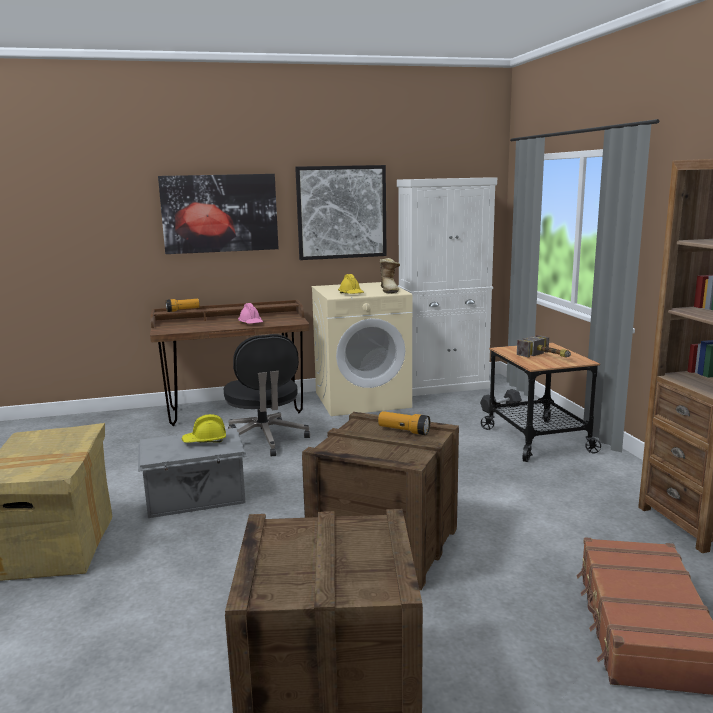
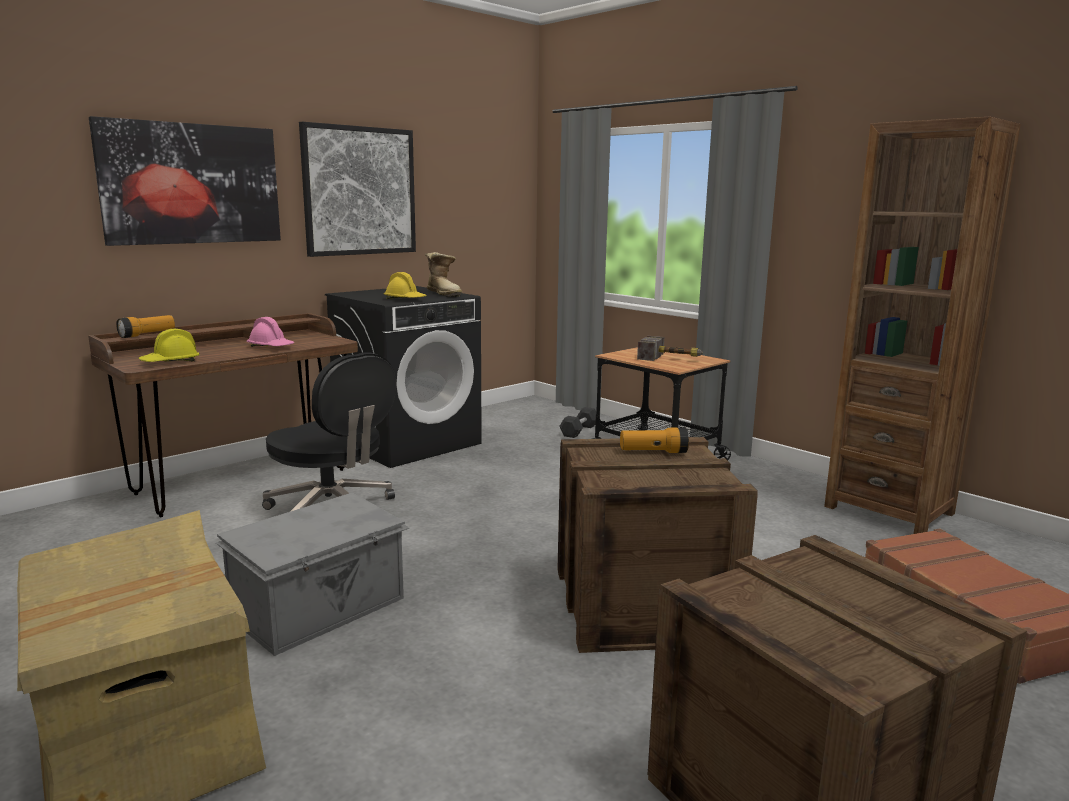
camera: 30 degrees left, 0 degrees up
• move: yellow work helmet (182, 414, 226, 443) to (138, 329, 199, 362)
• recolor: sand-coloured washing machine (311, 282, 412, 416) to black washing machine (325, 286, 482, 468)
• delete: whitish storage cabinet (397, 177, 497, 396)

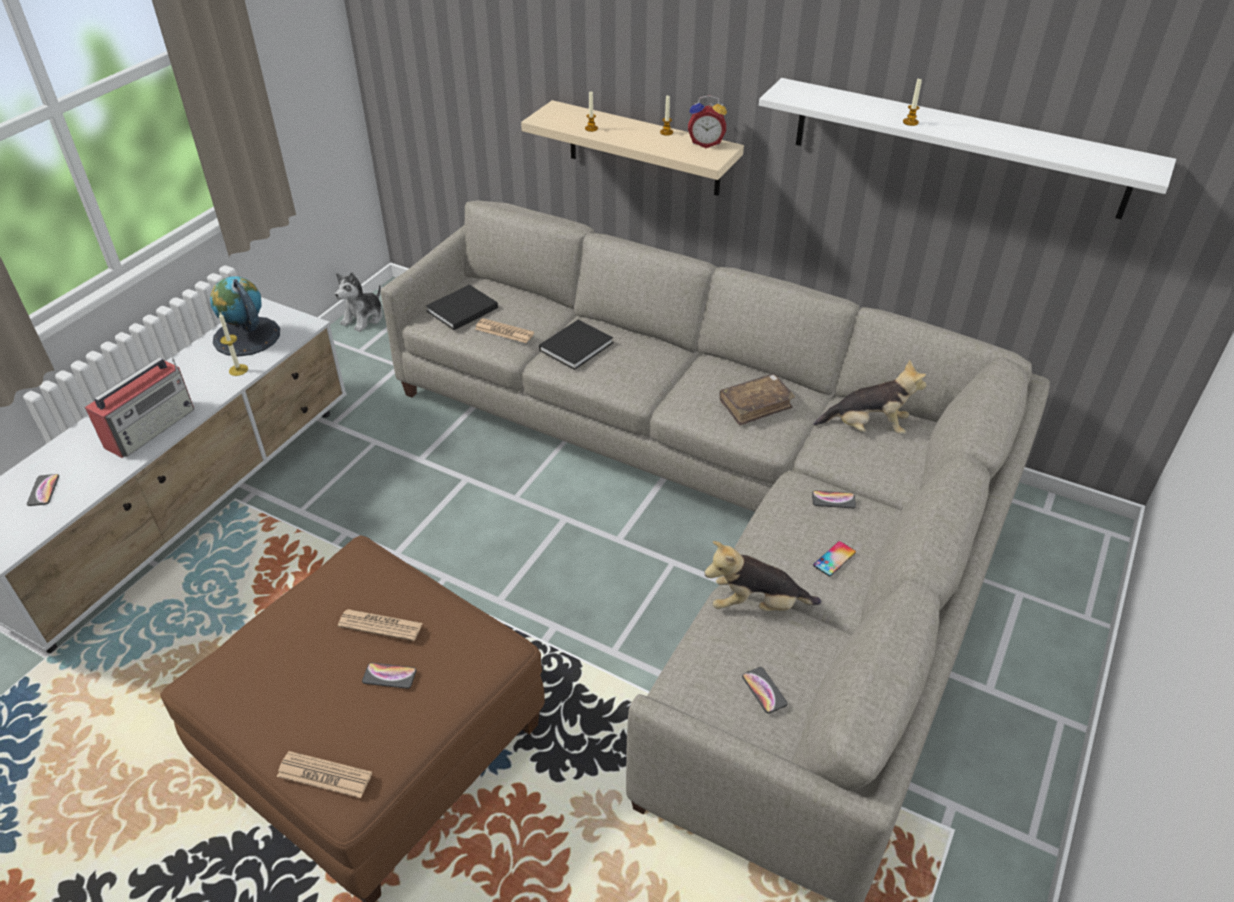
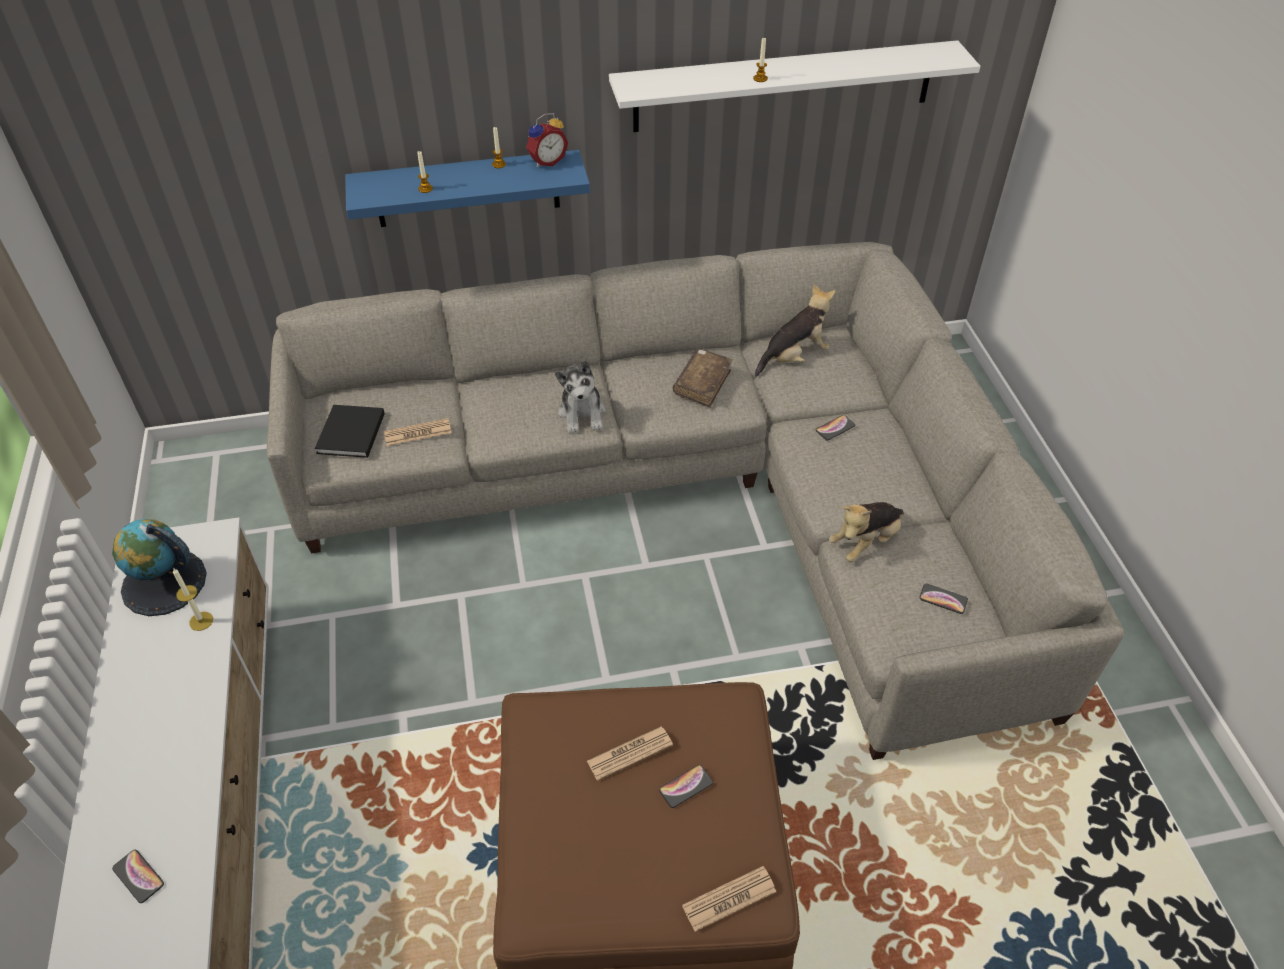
camera: 40 degrees left, 5 degrees up
• recolor: sand-coloured bracket shelf (521, 100, 744, 196) to blue bracket shelf (345, 150, 590, 227)
• move: soft toy (335, 272, 383, 332) to (555, 360, 606, 433)
• delete: radio receiver (85, 357, 194, 458)
• delete: black book (539, 320, 613, 370)
• delete: phone (813, 541, 856, 576)

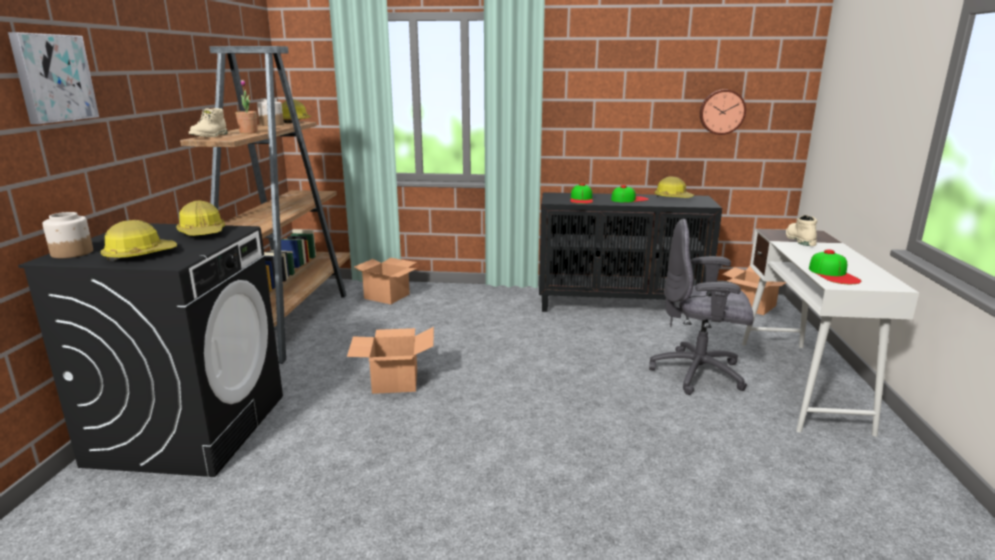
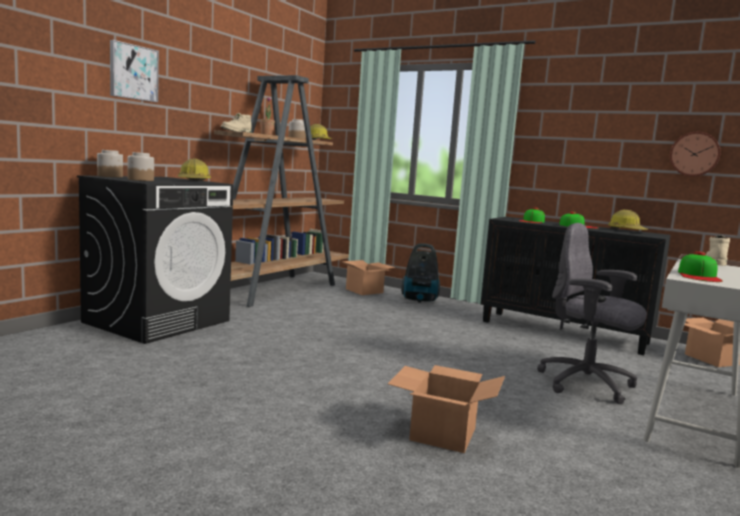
camera: 25 degrees right, 10 degrees down
• replace: work helmet (101, 220, 177, 262) to preserve jar (128, 152, 154, 181)
• move: packing box (347, 327, 434, 394) to (388, 365, 505, 453)
• insert: vacuum (401, 243, 440, 303)

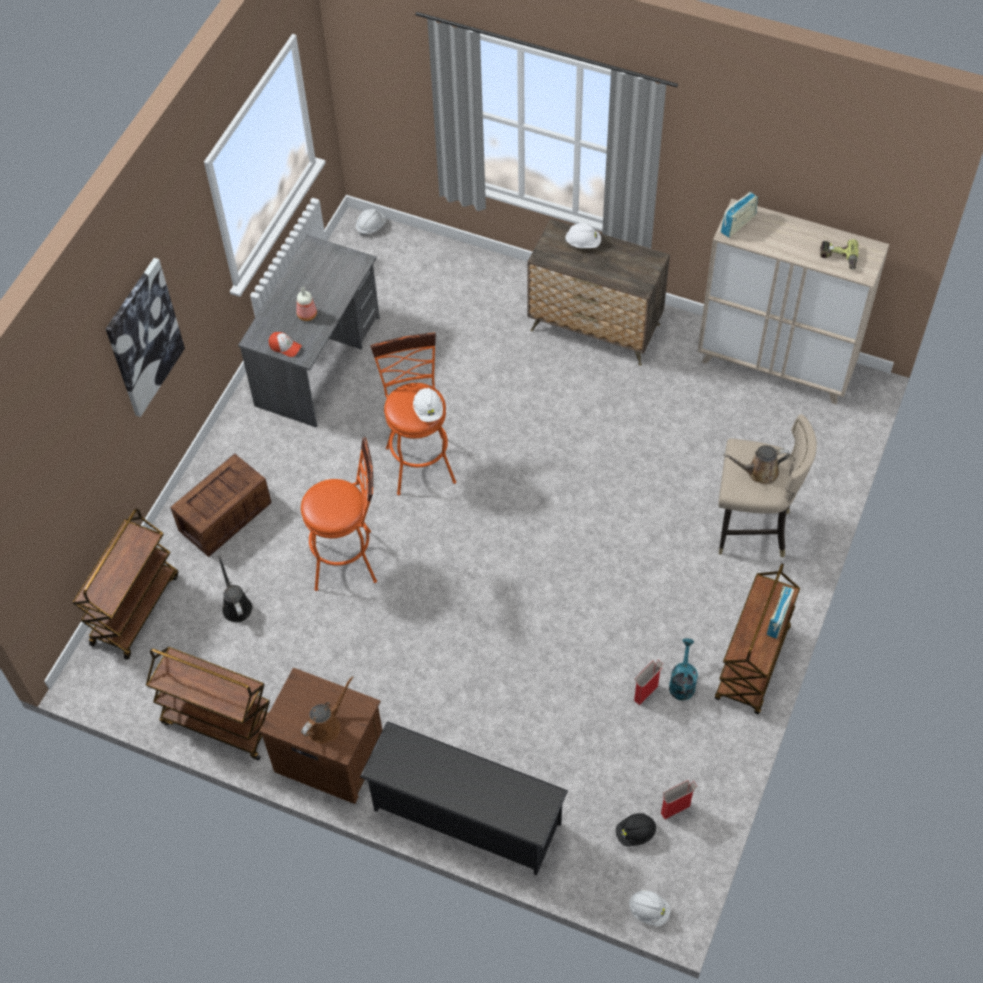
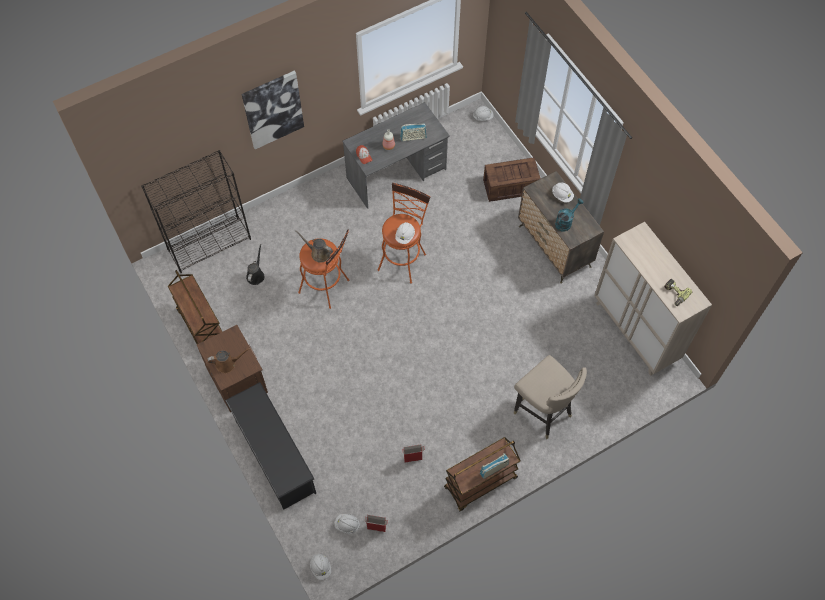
camera: 35 degrees right, 5 degrees up
• replace: brownish cart (73, 508, 178, 660) to black bookcase (141, 150, 251, 273)
• move: brownish sprinkling can (723, 445, 790, 484) to (295, 230, 333, 263)
• recolor: black work helmet (616, 813, 656, 847) to whitish work helmet (335, 514, 360, 534)
• move: radio receiver (720, 192, 758, 238) to (400, 124, 427, 141)
• move: shipping crate (170, 454, 272, 557) to (483, 157, 541, 202)
• move: turquoise sprinkling can (669, 638, 698, 701) to (555, 198, 584, 231)

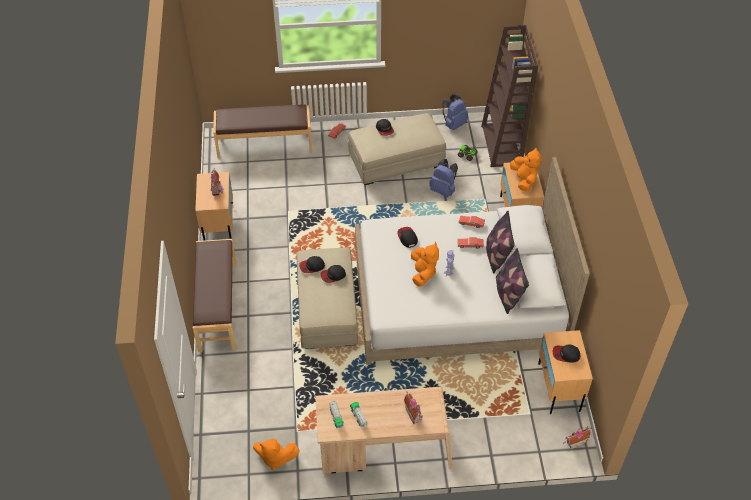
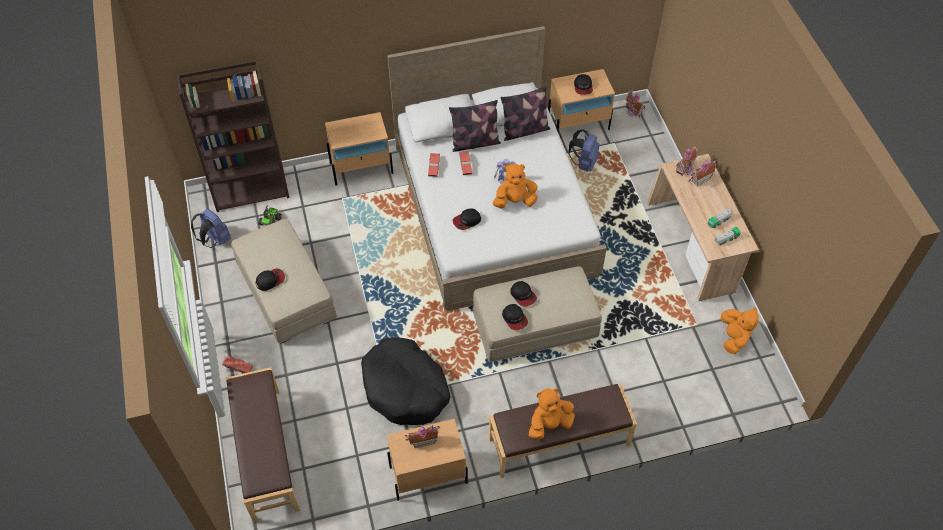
camera: 100 degrees left, 5 degrees up
• insert: black dog bed (361, 337, 451, 425)
• move: orange soft toy (510, 147, 541, 191) to (529, 388, 575, 440)
• move: blue rucksack (429, 159, 458, 197) to (569, 129, 600, 171)
• insert: miniature house (676, 146, 697, 176)

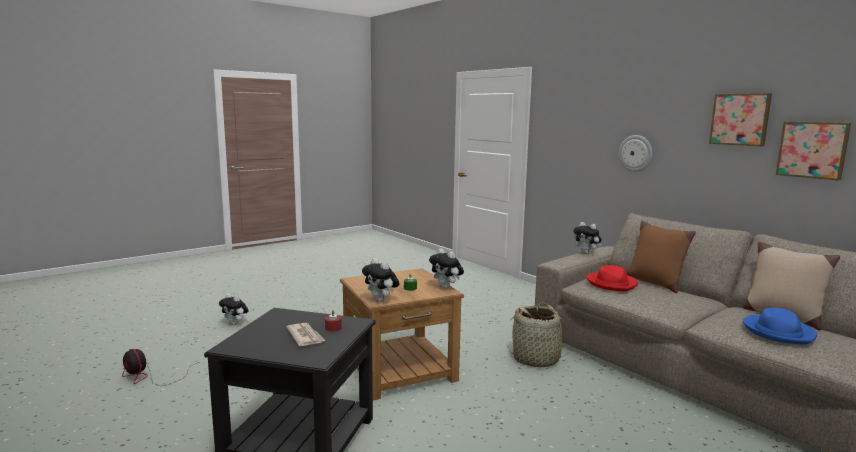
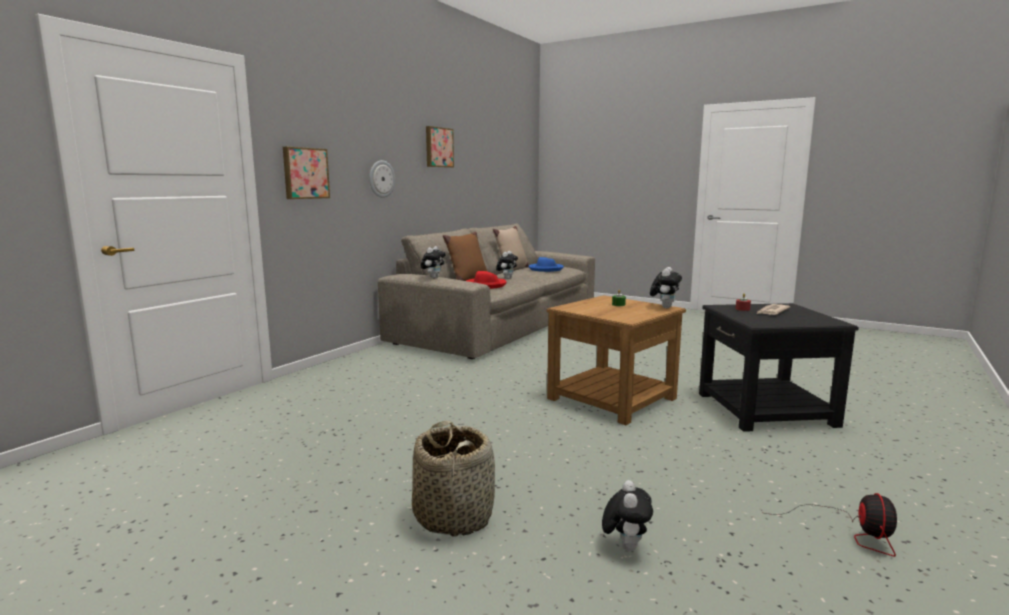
camera: 110 degrees left, 0 degrees up
• move: wall art (776, 121, 851, 181) to (283, 147, 330, 199)
• move: household basket (506, 302, 573, 368) to (412, 421, 495, 537)
• move: soft toy (429, 248, 464, 289) to (496, 251, 518, 279)

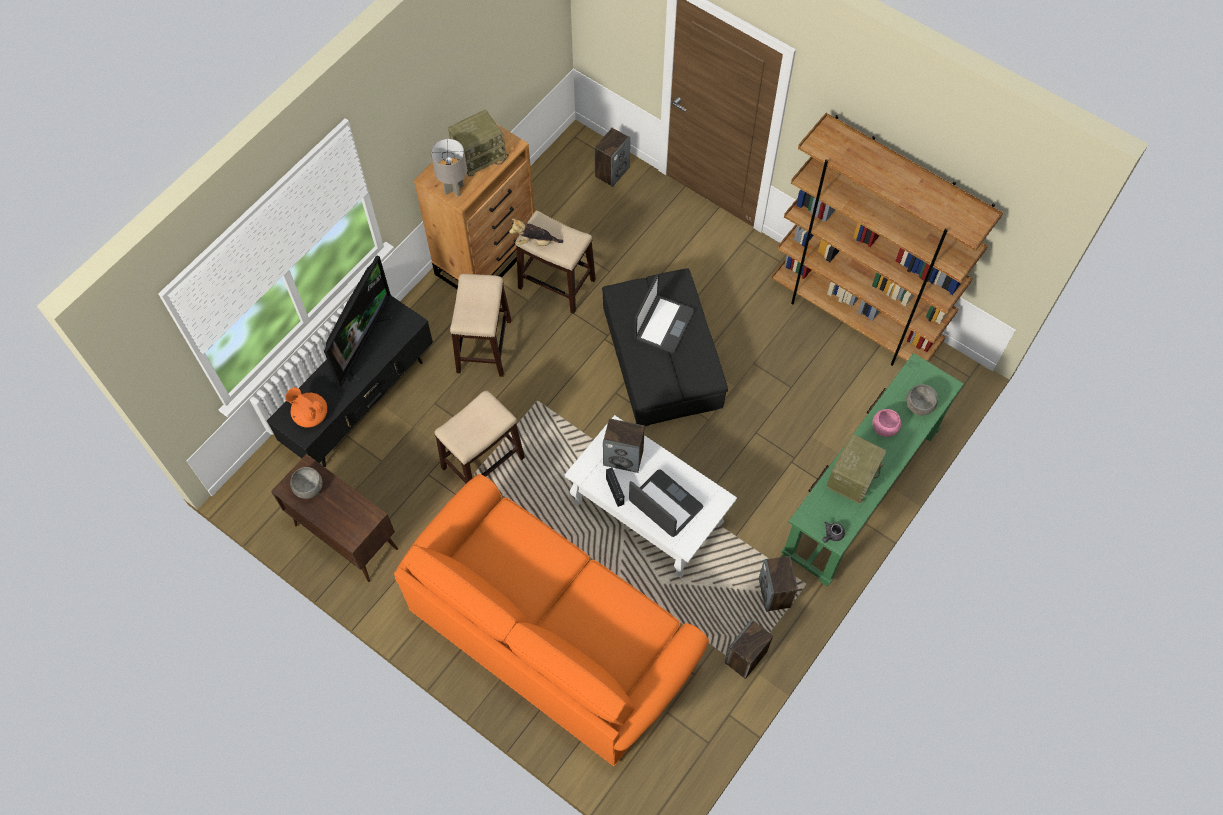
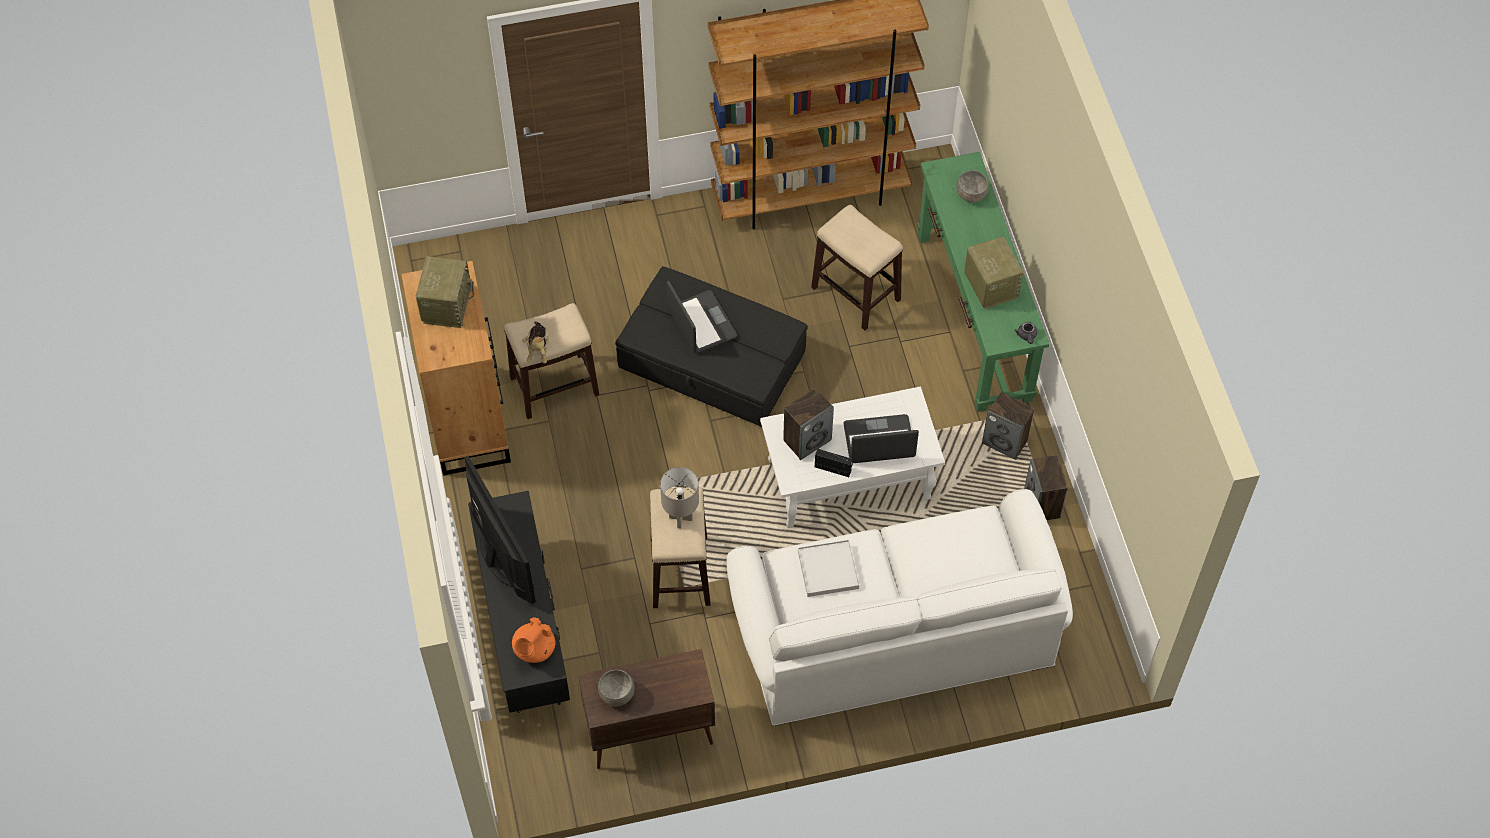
camera: 50 degrees left, 5 degrees down
• rotate: orange tea pot (285, 388, 327, 428) = (512, 617, 555, 663) 45 degrees counterclockwise
• rotate: soft toy (509, 219, 564, 246) = (522, 322, 549, 364) 45 degrees counterclockwise
• move: gray table lamp (431, 139, 467, 197) to (660, 467, 699, 529)
• recolor: orange couch (394, 474, 709, 766) to whitish couch (727, 489, 1073, 726)
• insert: whitish serving tray (798, 540, 859, 597)
• move: stool (450, 274, 511, 377) to (811, 205, 903, 331)
• delete: audio speaker (594, 128, 630, 187)
• delete: pinkish serving bowl (872, 409, 901, 437)

